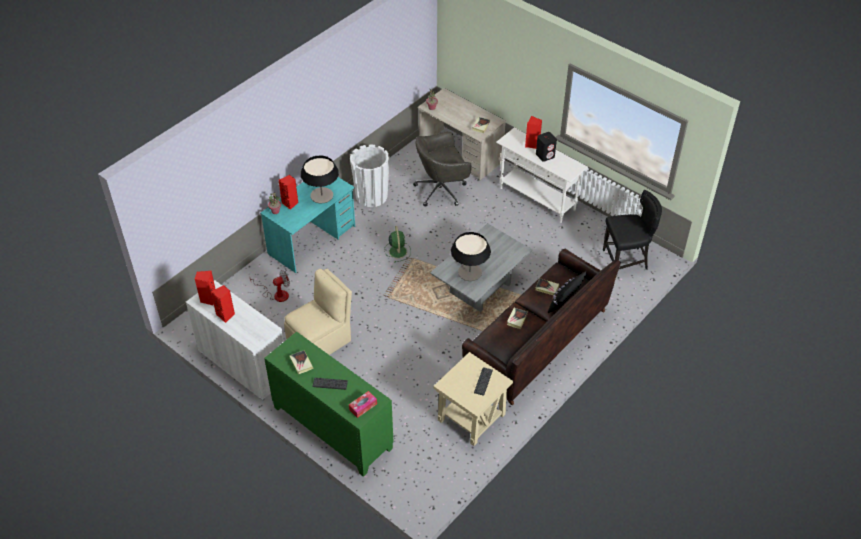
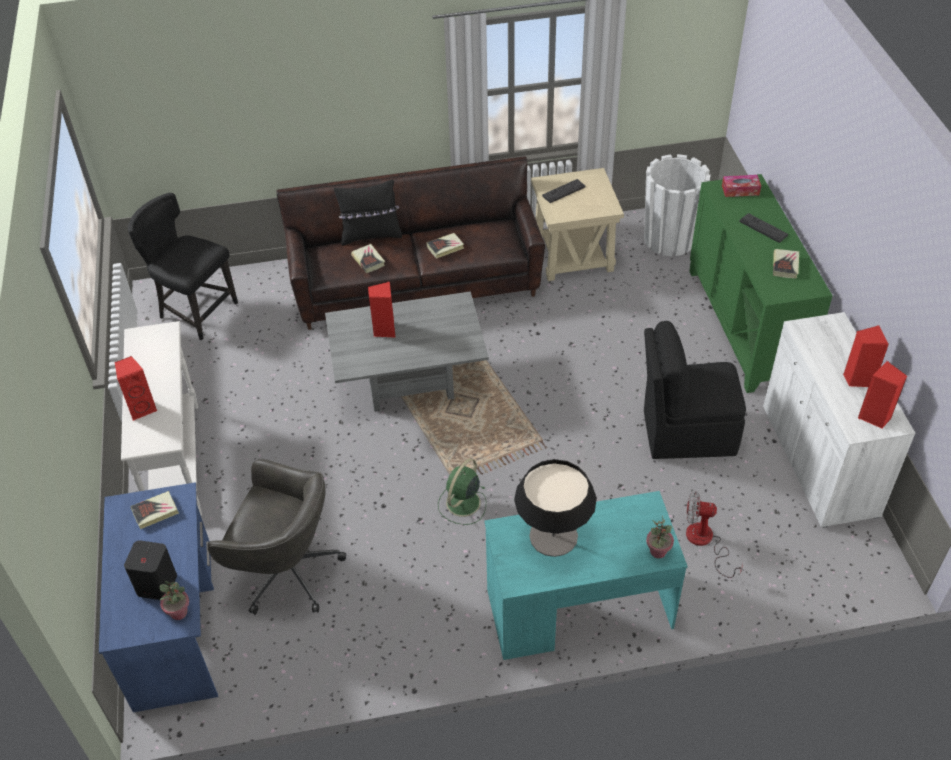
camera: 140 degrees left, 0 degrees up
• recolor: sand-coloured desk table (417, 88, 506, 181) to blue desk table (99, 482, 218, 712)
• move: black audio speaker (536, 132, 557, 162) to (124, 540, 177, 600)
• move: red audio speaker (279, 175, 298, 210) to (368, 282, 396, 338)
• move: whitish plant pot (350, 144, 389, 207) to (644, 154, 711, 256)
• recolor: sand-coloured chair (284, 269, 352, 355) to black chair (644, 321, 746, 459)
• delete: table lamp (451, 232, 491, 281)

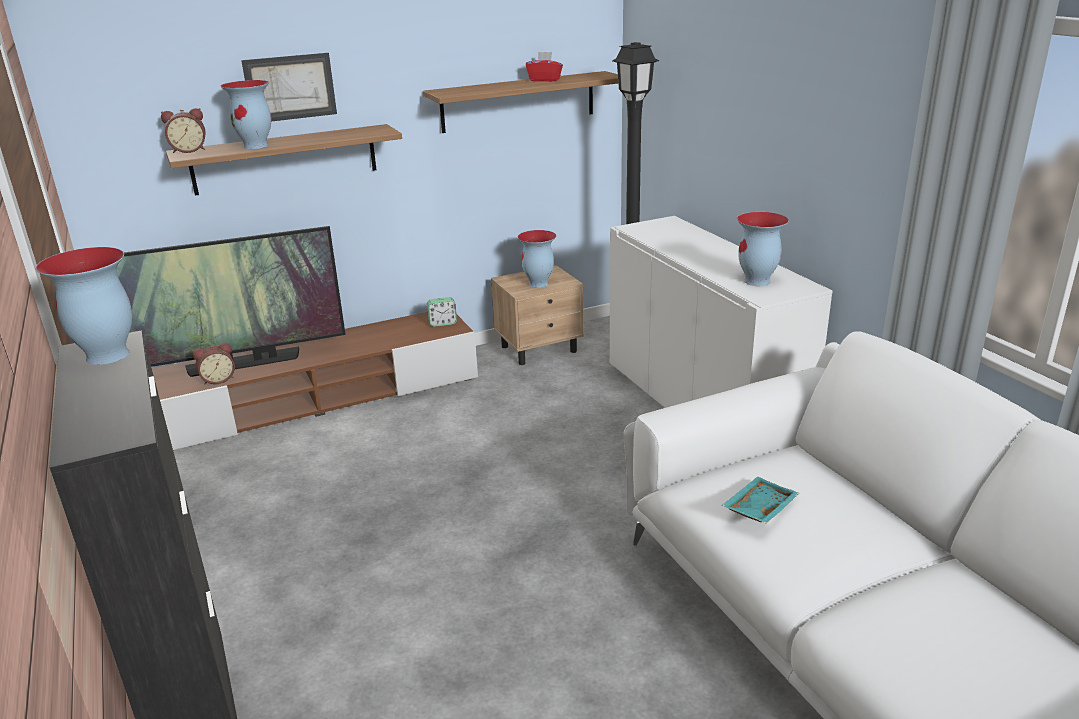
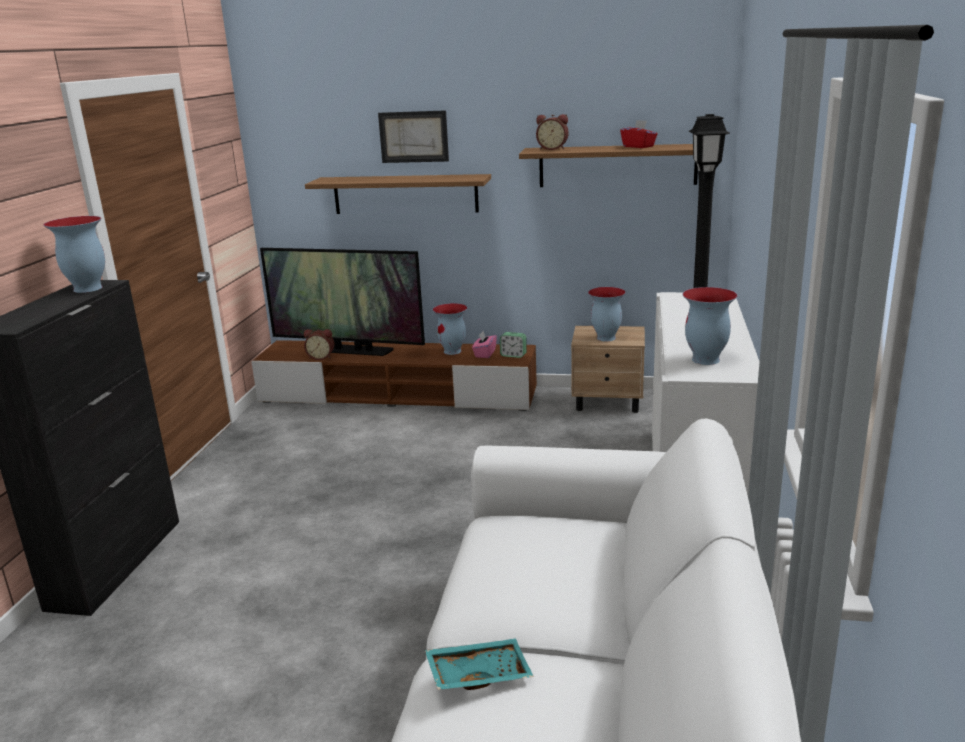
camera: 35 degrees right, 5 degrees down
• move: turquoise serving tray (722, 476, 800, 523) to (425, 638, 534, 690)
• move: flower vase (220, 80, 271, 149) to (433, 303, 467, 355)
• insert: pinkish tissue box (472, 331, 497, 358)
• move: bedside clock (161, 108, 205, 153) to (536, 114, 569, 150)

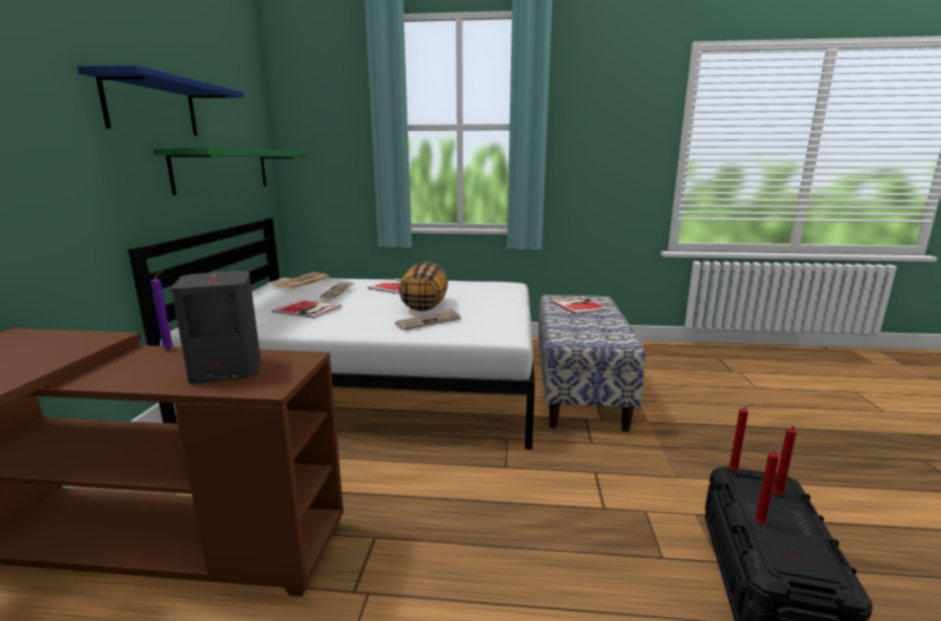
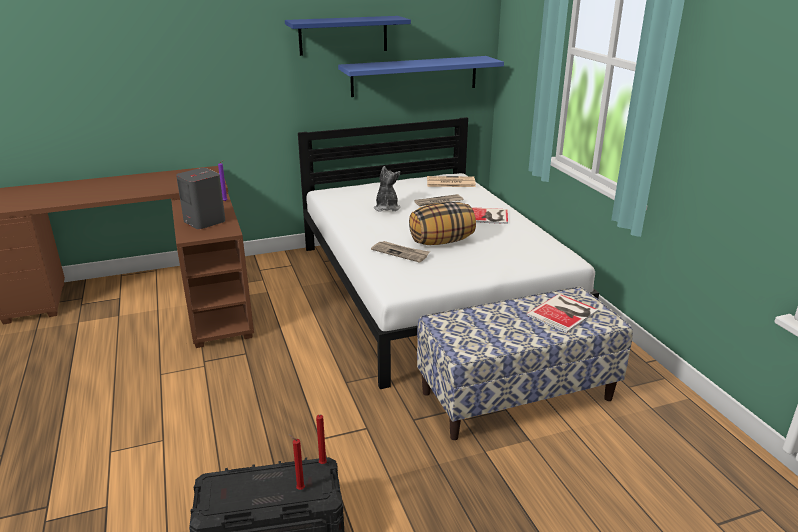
camera: 65 degrees right, 10 degrees up
• recolor: greenish bracket shelf (153, 148, 306, 195) to blue bracket shelf (338, 56, 504, 97)
• replace: book (272, 300, 342, 318) to soft toy (374, 166, 400, 212)
• delete: red candle (754, 443, 779, 524)

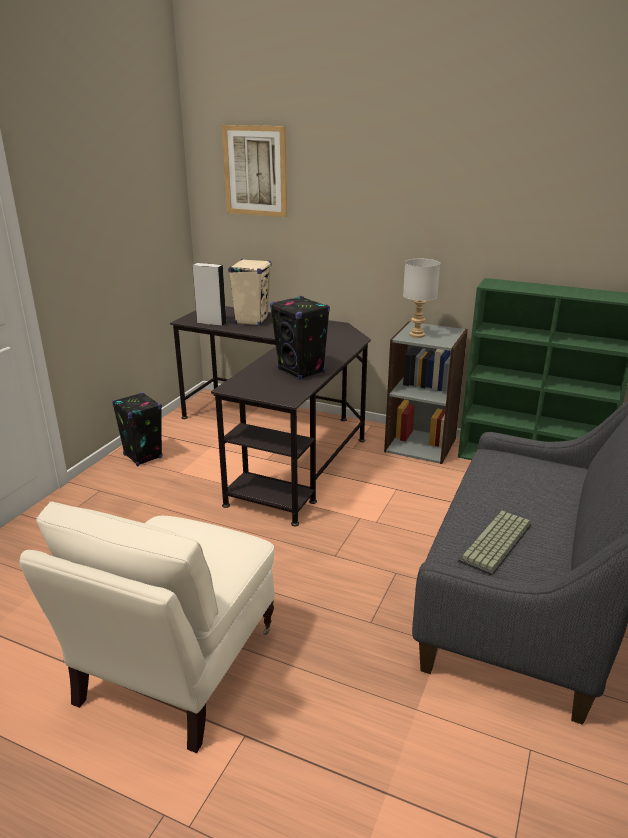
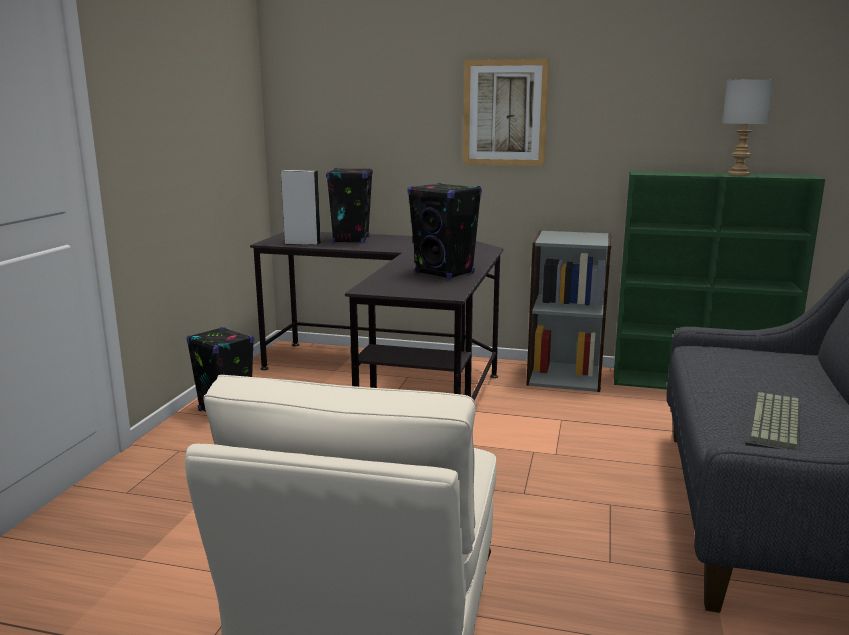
camera: 10 degrees left, 10 degrees down
• recolor: sand-coloured audio speaker (228, 259, 272, 326) to black audio speaker (326, 168, 373, 243)
• move: wall art (222, 125, 287, 217) to (463, 59, 549, 166)
• move: gray table lamp (403, 259, 440, 338) to (723, 79, 774, 176)

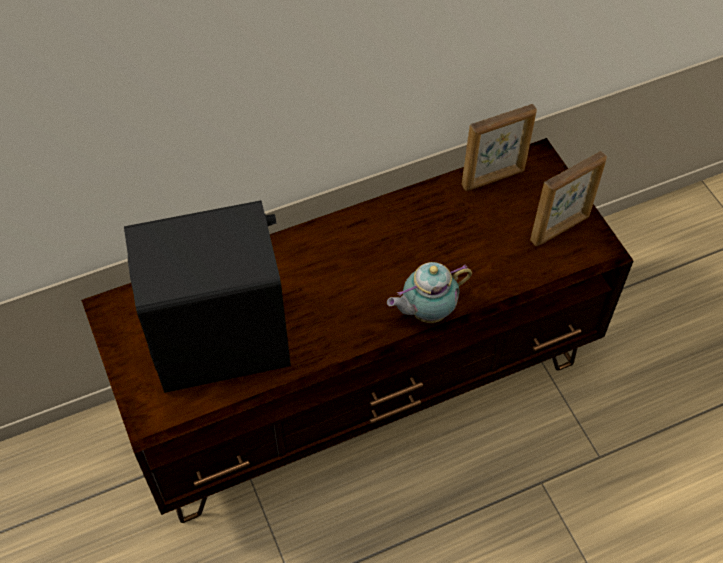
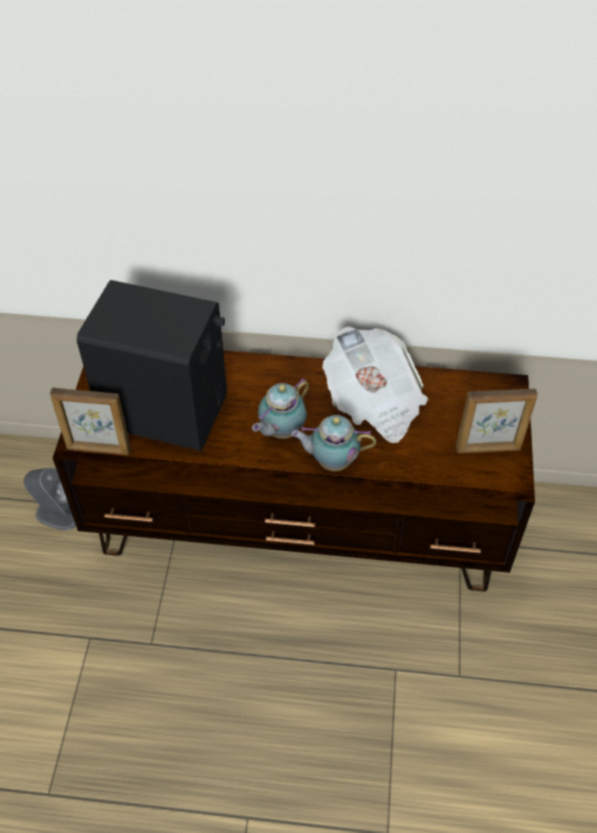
camera: 30 degrees right, 5 degrees down
• insert: gray audio speaker (24, 468, 76, 530)
• move: photo frame (462, 104, 537, 191) to (50, 387, 131, 455)
• insert: tea pot (252, 378, 309, 439)
• insert: printed paper (323, 326, 428, 443)

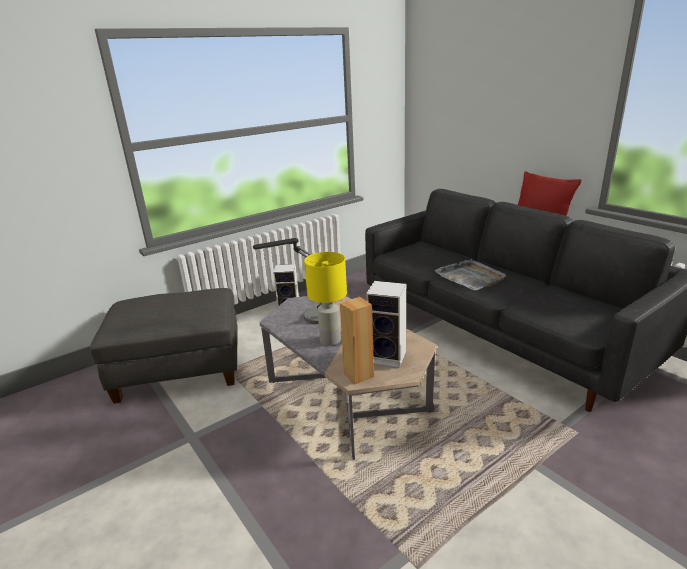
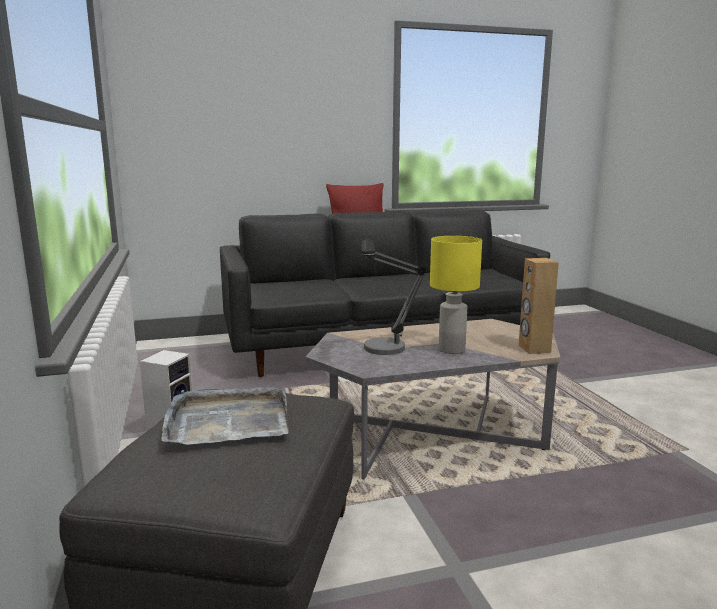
camera: 70 degrees left, 10 degrees down
• move: gray serving tray (435, 259, 506, 290) to (161, 386, 289, 445)
• delete: audio speaker (366, 281, 406, 368)

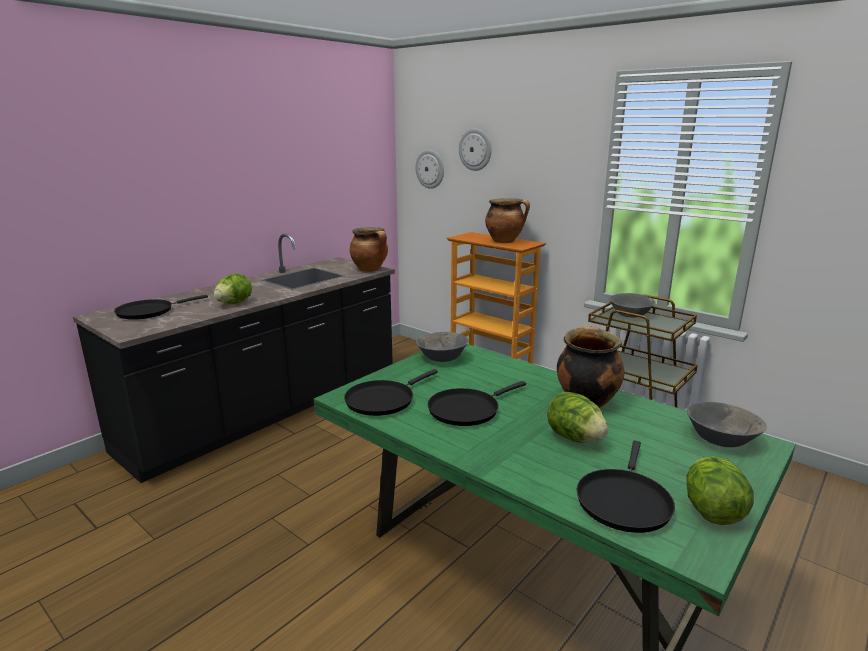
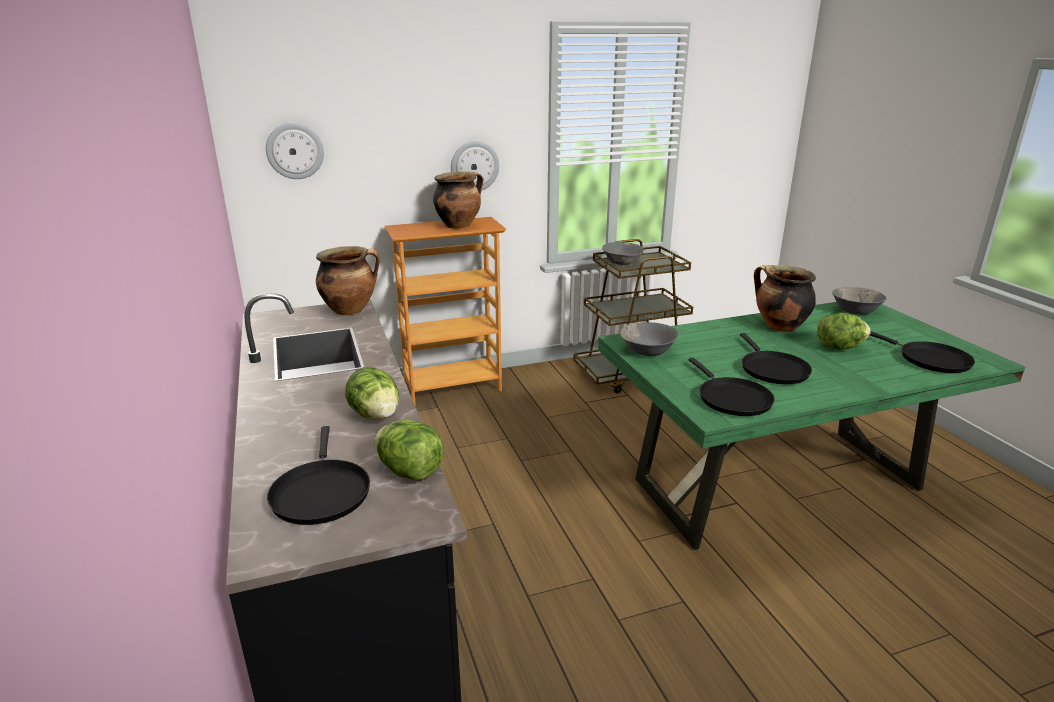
camera: 60 degrees left, 5 degrees up
• move: lettuce head (686, 457, 754, 525) to (375, 419, 444, 481)
• move: wall clock (459, 128, 491, 171) to (451, 141, 499, 191)

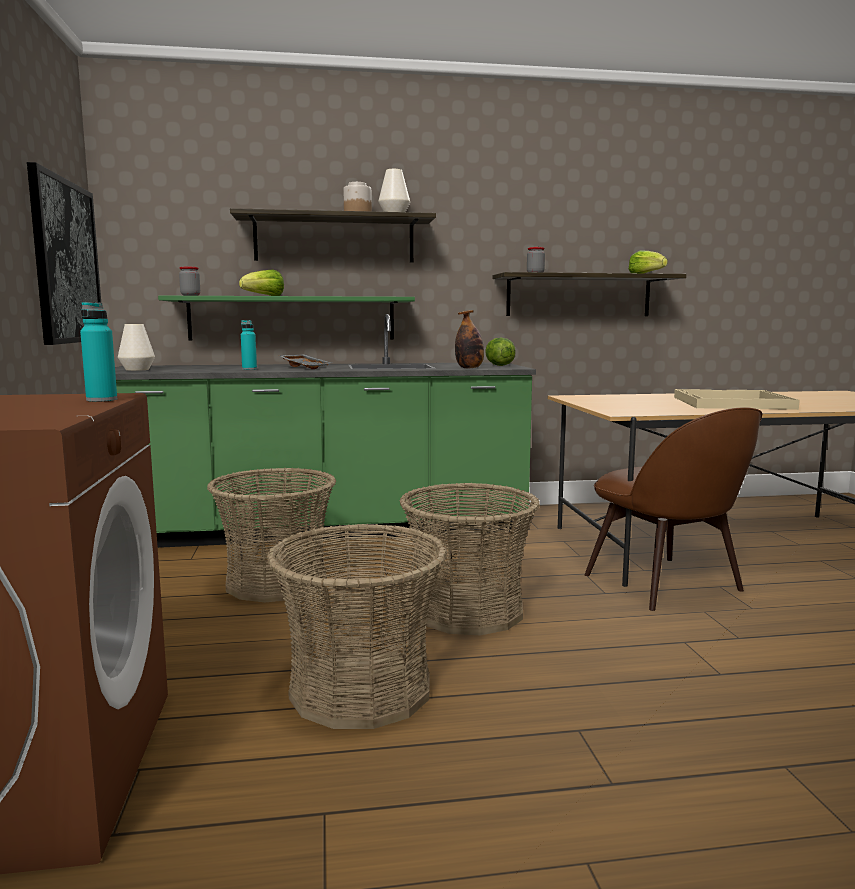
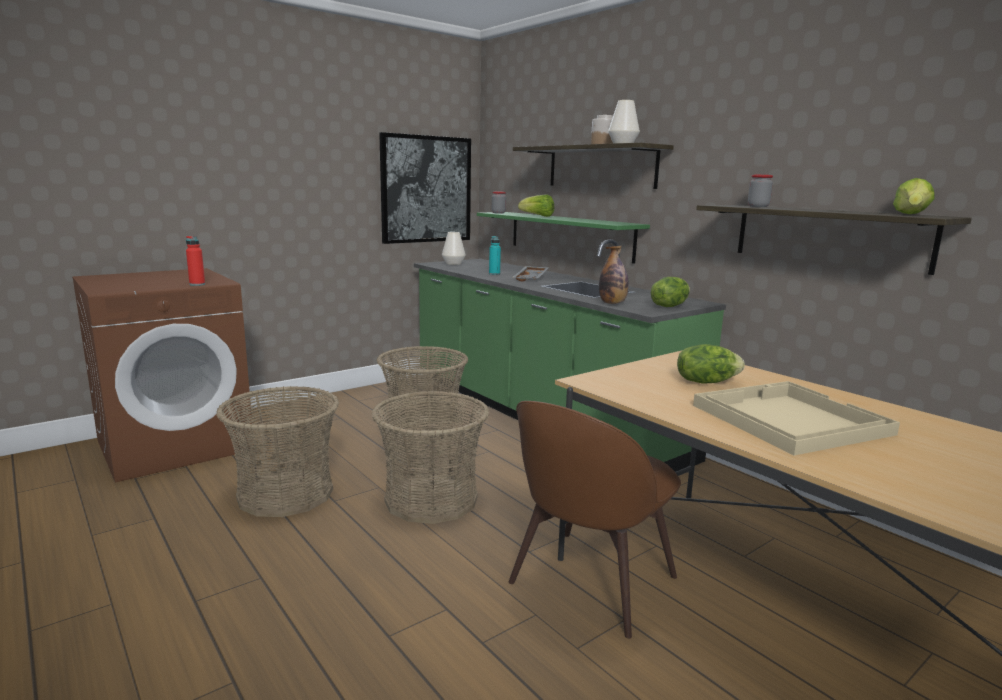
camera: 60 degrees right, 5 degrees up
• recolor: turquoise beverage bottle (80, 302, 117, 402) to red beverage bottle (186, 236, 205, 286)
• insert: lettuce head (677, 344, 745, 383)

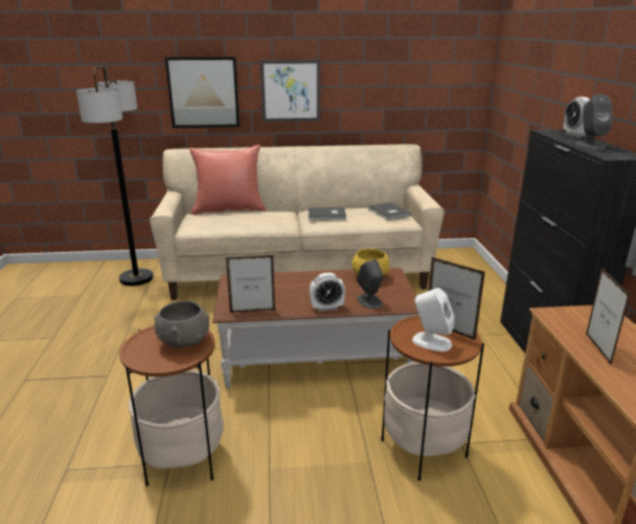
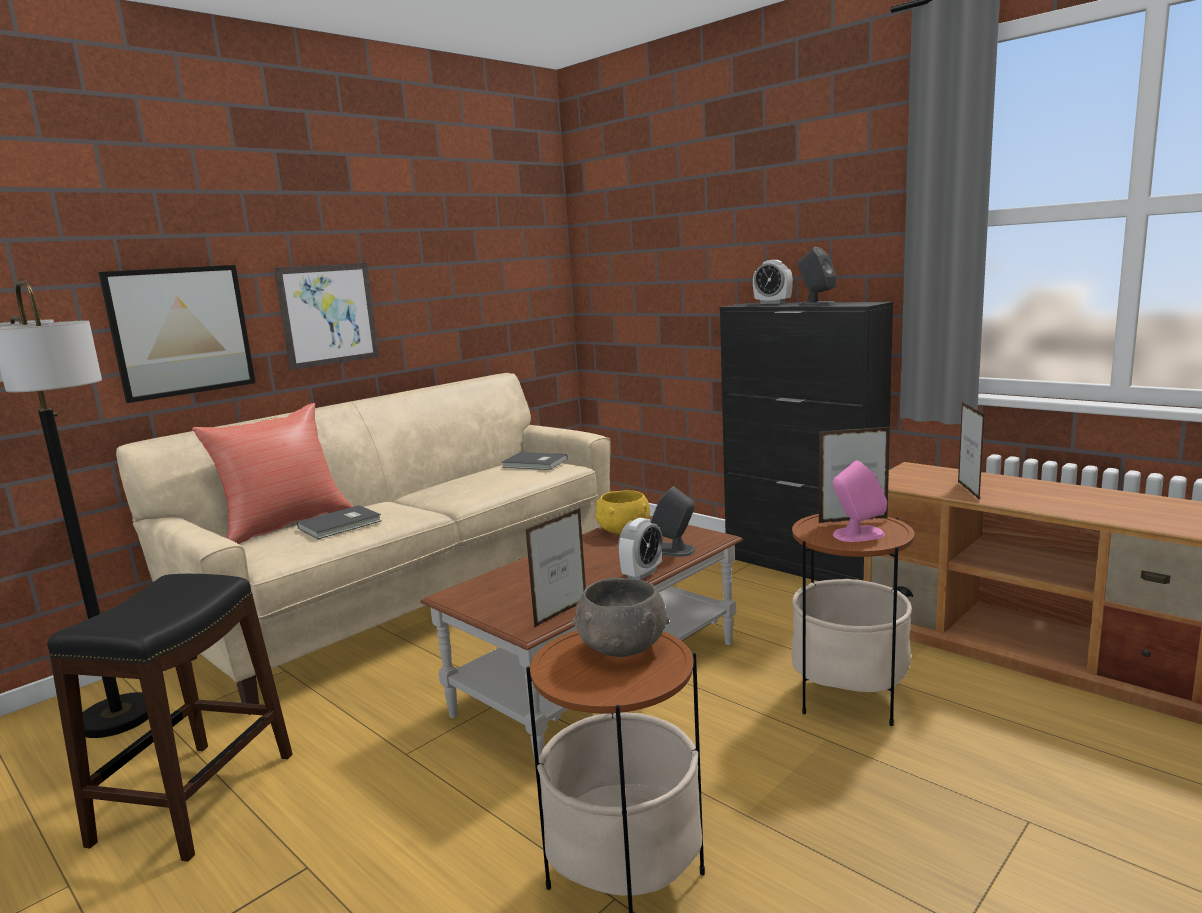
camera: 40 degrees left, 10 degrees down
• insert: black stool (47, 574, 292, 862)
• move: gray book (308, 207, 346, 220) to (297, 505, 382, 539)
• recolor: whitish audio speaker (412, 288, 455, 352) to pinkish audio speaker (833, 460, 887, 542)
• rotate: photo frame (586, 268, 630, 365) = (958, 402, 985, 500) 45 degrees clockwise

